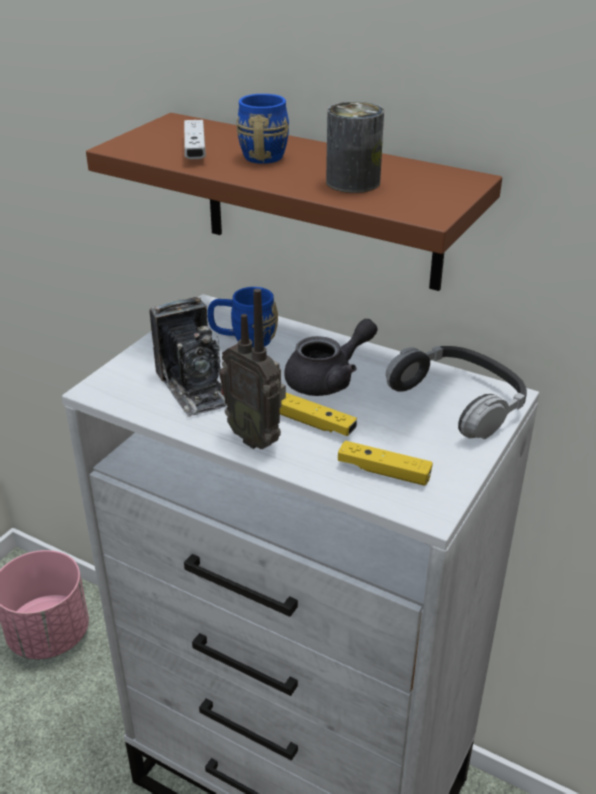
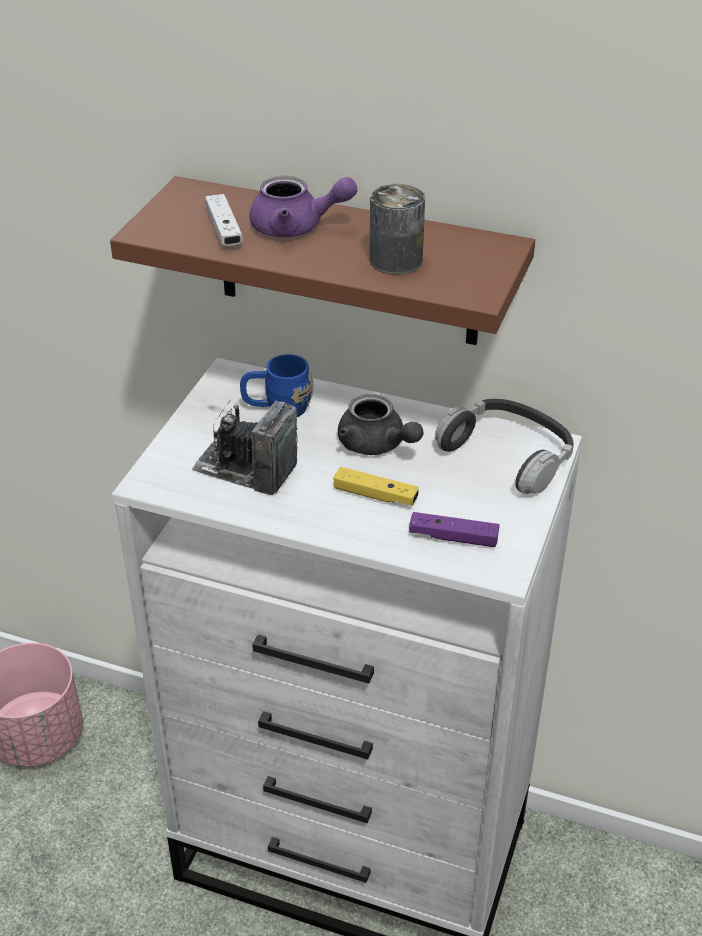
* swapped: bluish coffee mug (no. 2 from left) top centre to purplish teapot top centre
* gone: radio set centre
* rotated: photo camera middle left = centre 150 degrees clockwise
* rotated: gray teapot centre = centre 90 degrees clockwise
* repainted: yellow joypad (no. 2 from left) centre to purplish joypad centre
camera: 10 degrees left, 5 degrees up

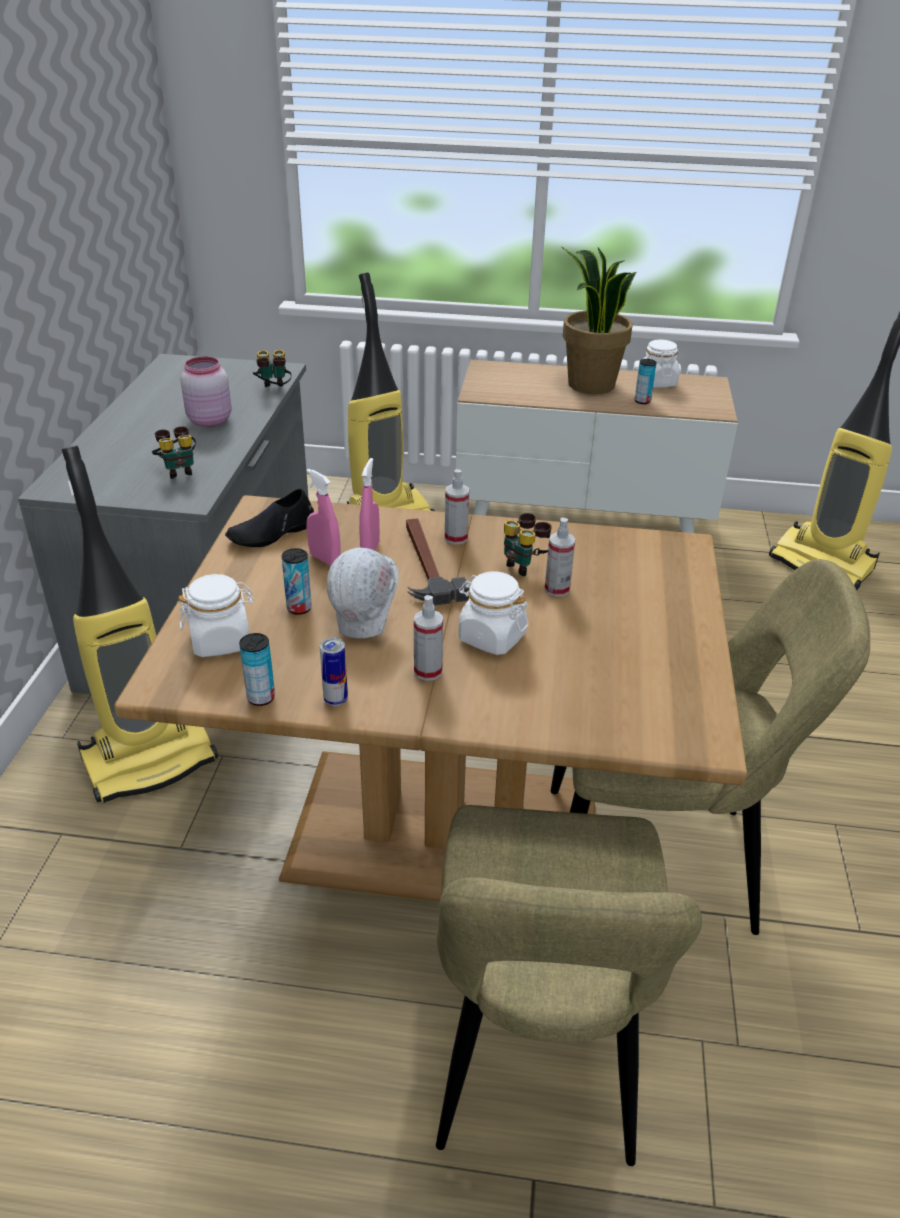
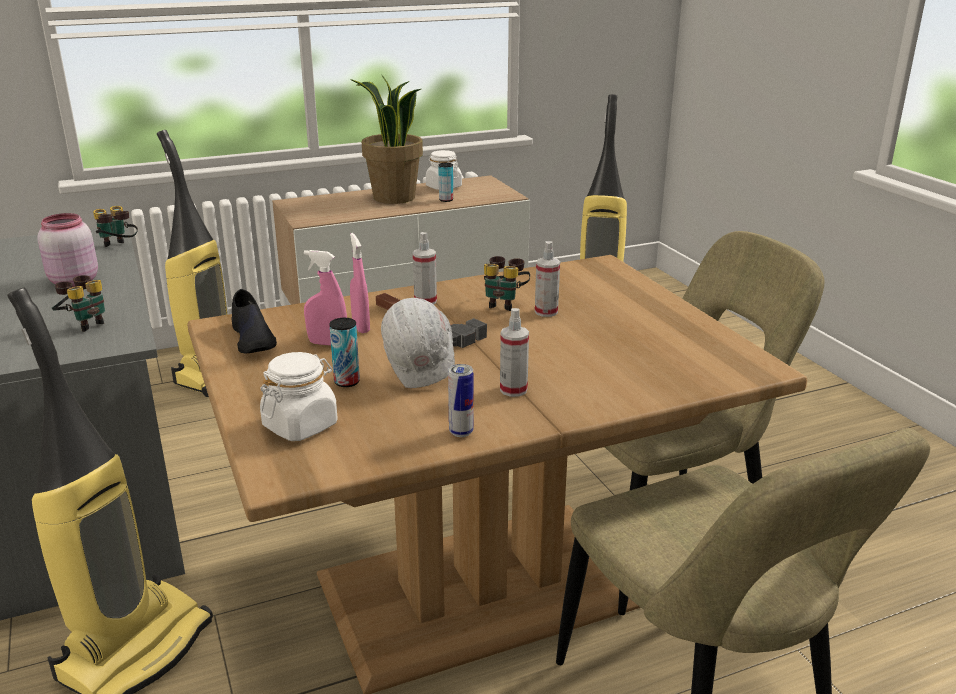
* rotated: black item of footwear middle left = middle left 45 degrees counterclockwise
* gone: whitish storage jar (no. 2 from left) centre
* gone: metal can (no. 1 from left) middle left
camera: 30 degrees left, 10 degrees down

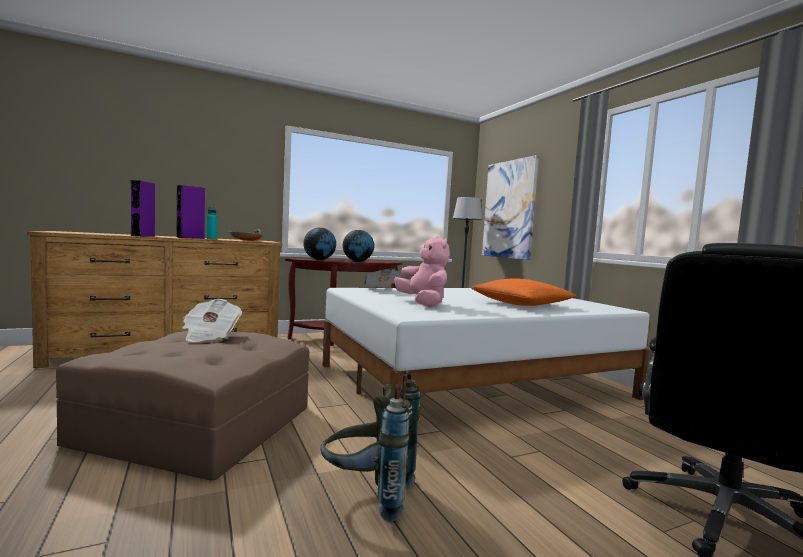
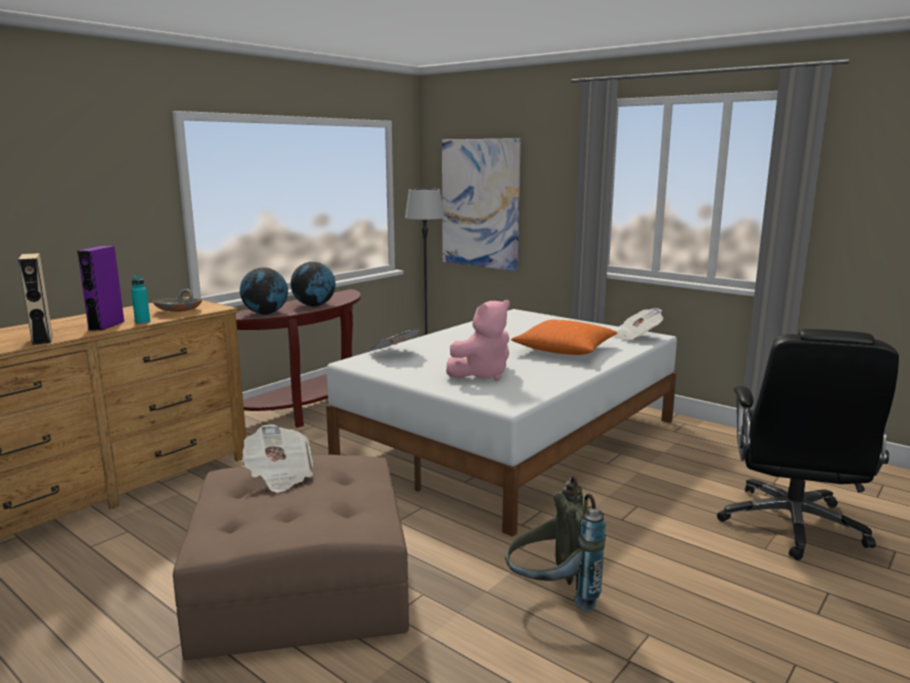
* repainted: purplish audio speaker (no. 1 from left) middle left to beige-coloured audio speaker middle left
* rotated: pink plush toy centre = centre 105 degrees clockwise
* new: daily paper (no. 3 from left) middle right
camera: 25 degrees left, 10 degrees up

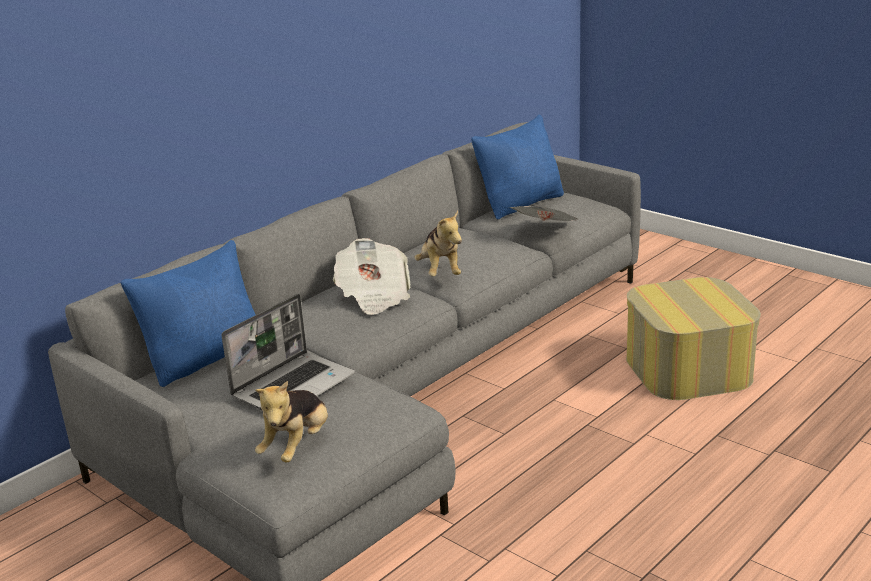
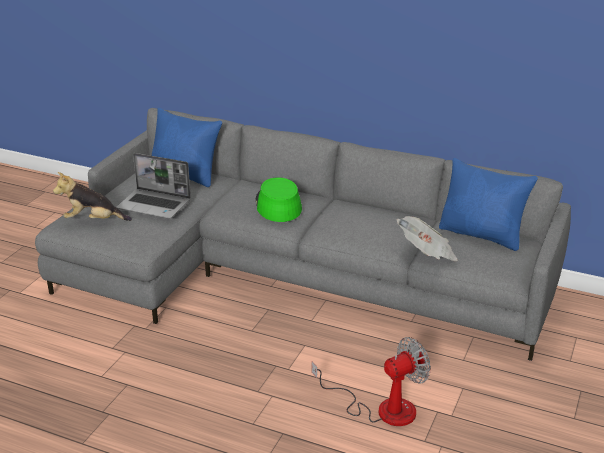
* gone: plush toy (no. 2 from left) centre
* swapped: daily paper (no. 1 from left) centre to green wearable hat centre
* swapped: pouffe middle right to fan bottom centre
camera: 70 degrees right, 5 degrees up

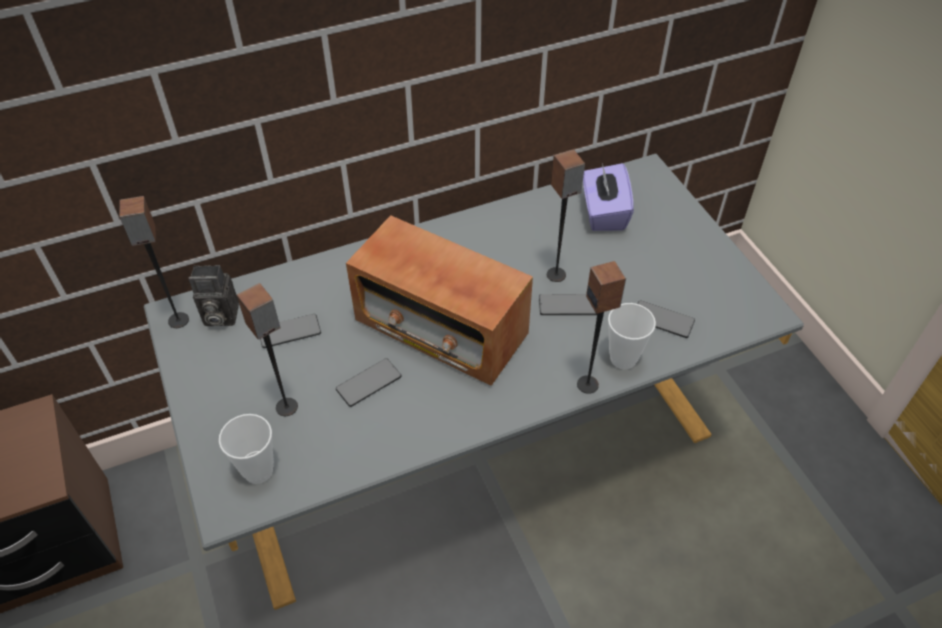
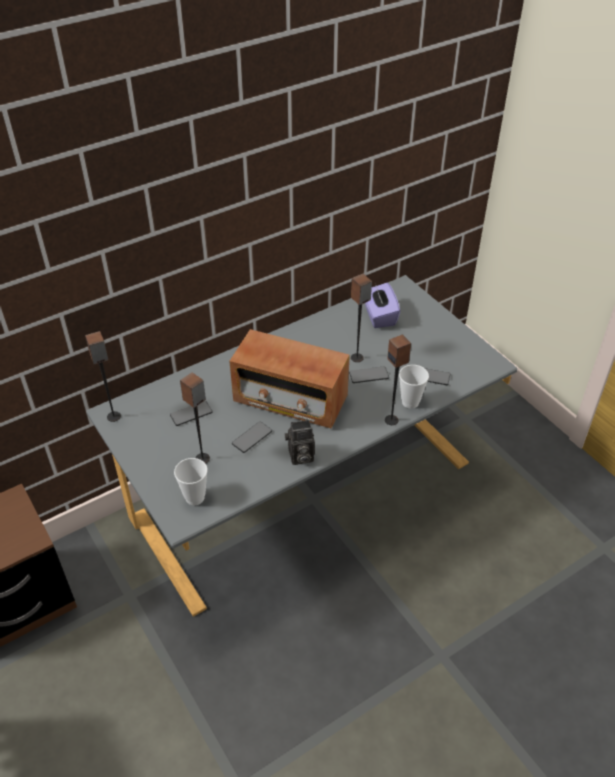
* shifted: photo camera middle left to centre
camera: 10 degrees left, 5 degrees down

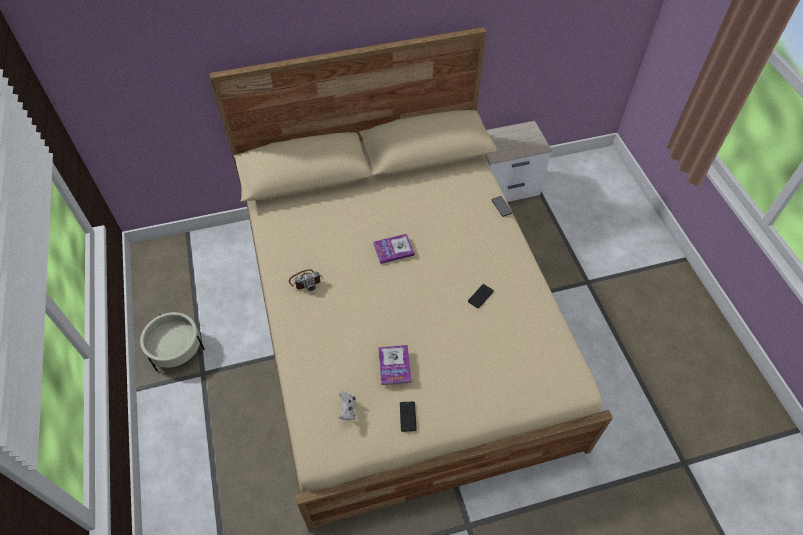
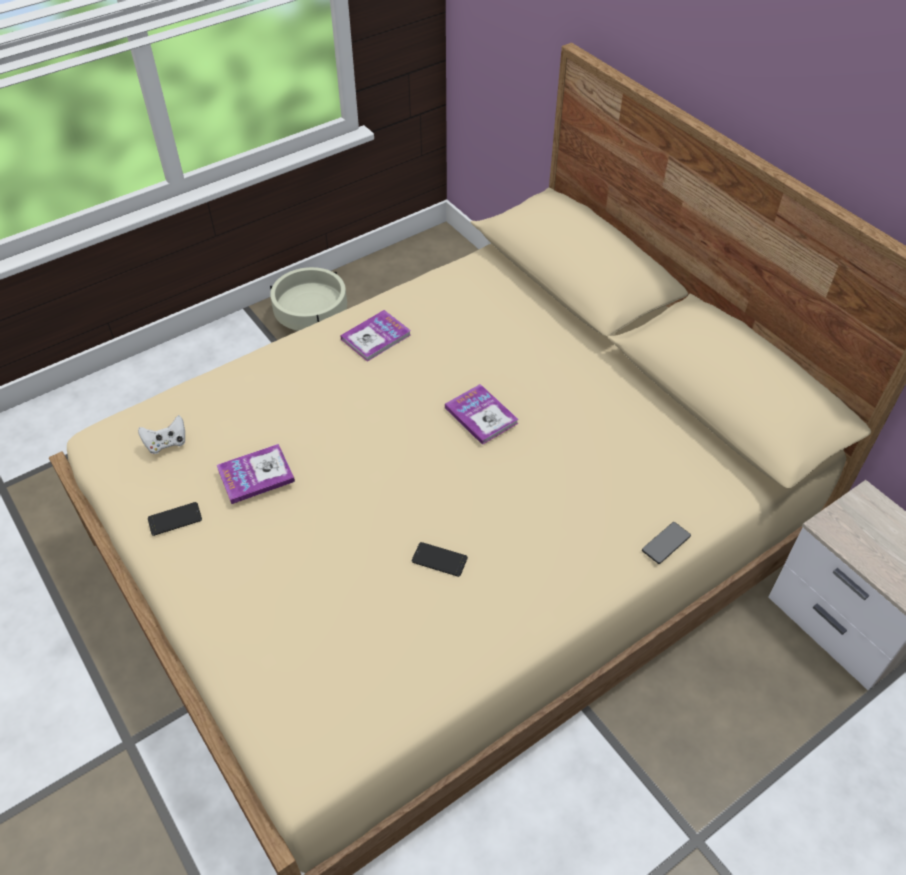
* swapped: photo camera centre to book (no. 2 from left) centre
camera: 70 degrees right, 5 degrees down

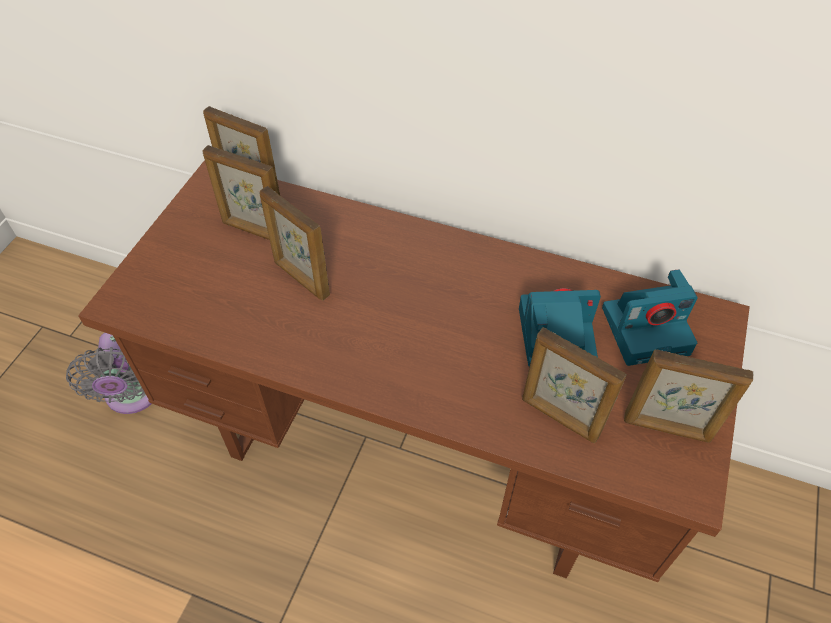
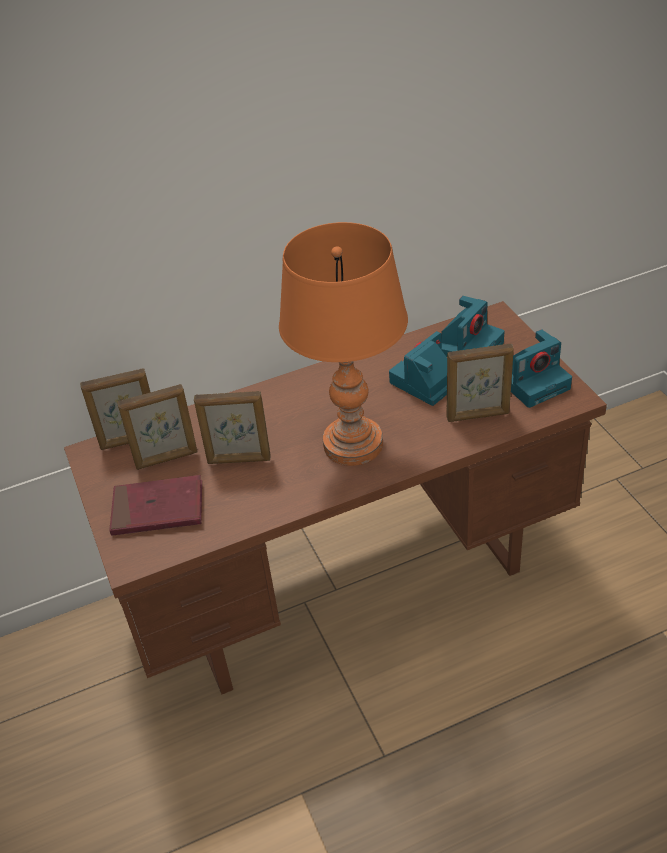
* gone: gray fan middle left
* swapped: standing frame (no. 5 from left) middle right to photo camera (no. 3 from left) middle right
* new: orange table lamp centre
* new: reddish book middle left
camera: 40 degrees left, 10 degrees down

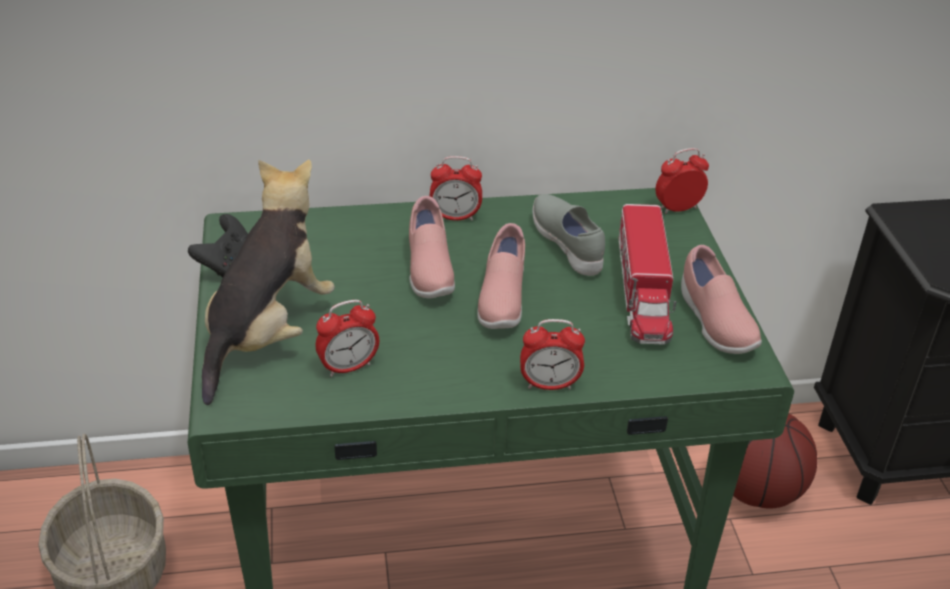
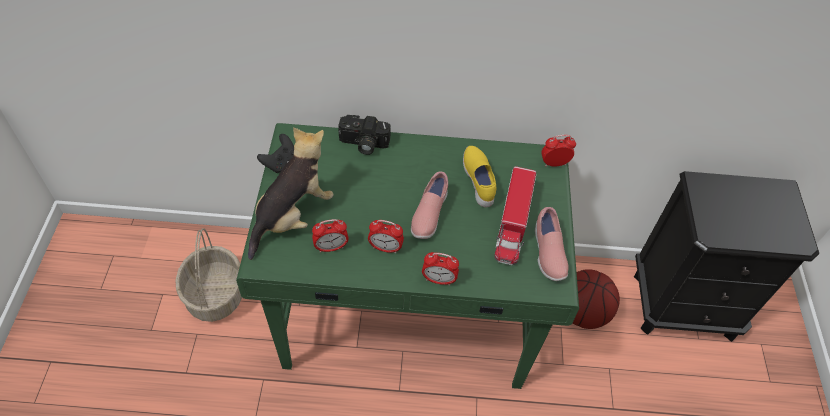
* shifted: table clock (no. 2 from left) top centre to centre
* repainted: gray item of footwear centre to yellow item of footwear centre
* gone: pink item of footwear (no. 1 from left) centre
* new: photo camera top centre
camera: 10 degrees right, 15 degrees up

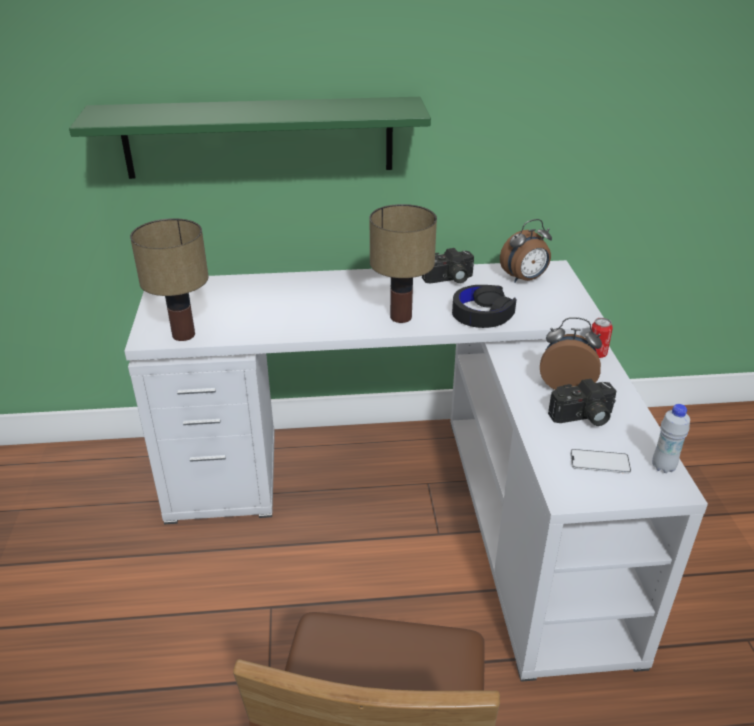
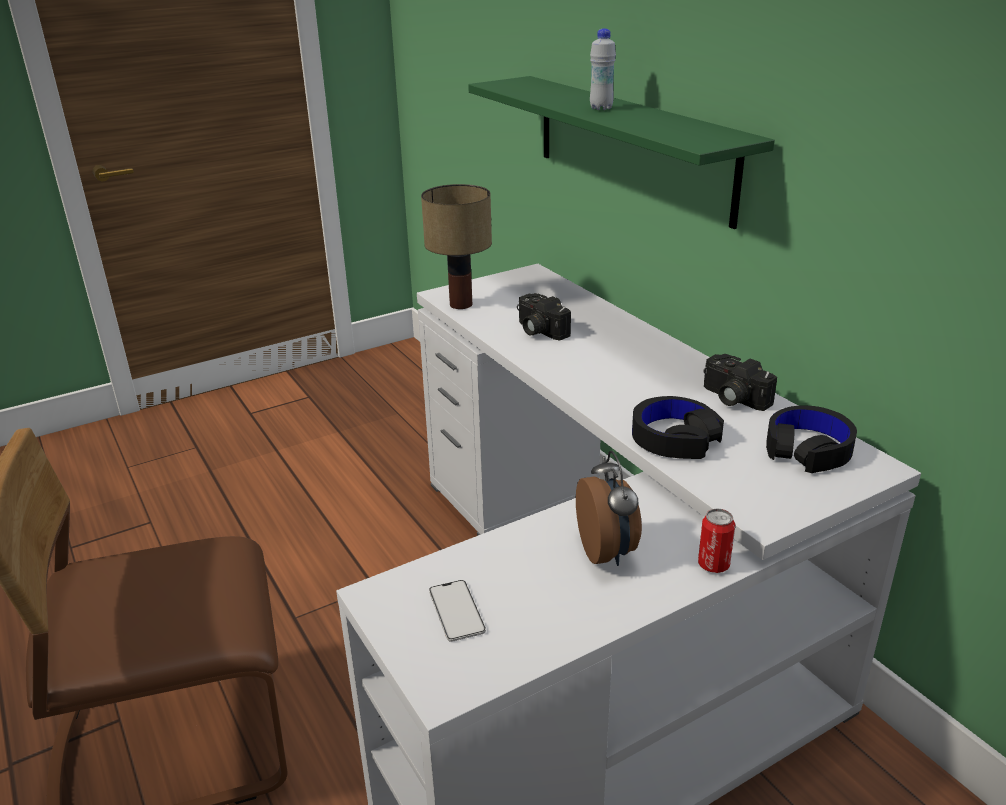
* gone: table lamp (no. 2 from left) centre
* swapped: table clock (no. 1 from left) middle right to black pair of headphones (no. 2 from left) middle right
* shifted: photo camera (no. 2 from left in the first image) middle right to photo camera (no. 1 from left) centre
* shifted: whitish beverage bottle middle right to top centre
camera: 65 degrees right, 5 degrees down

